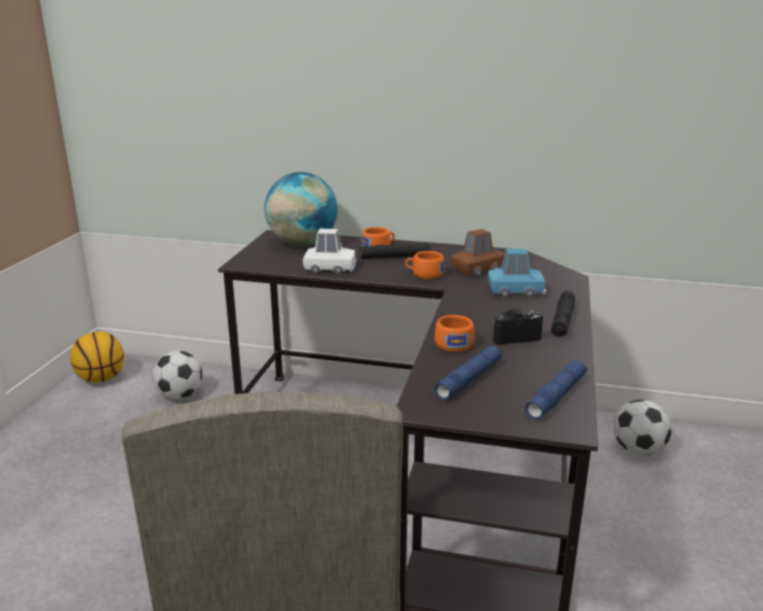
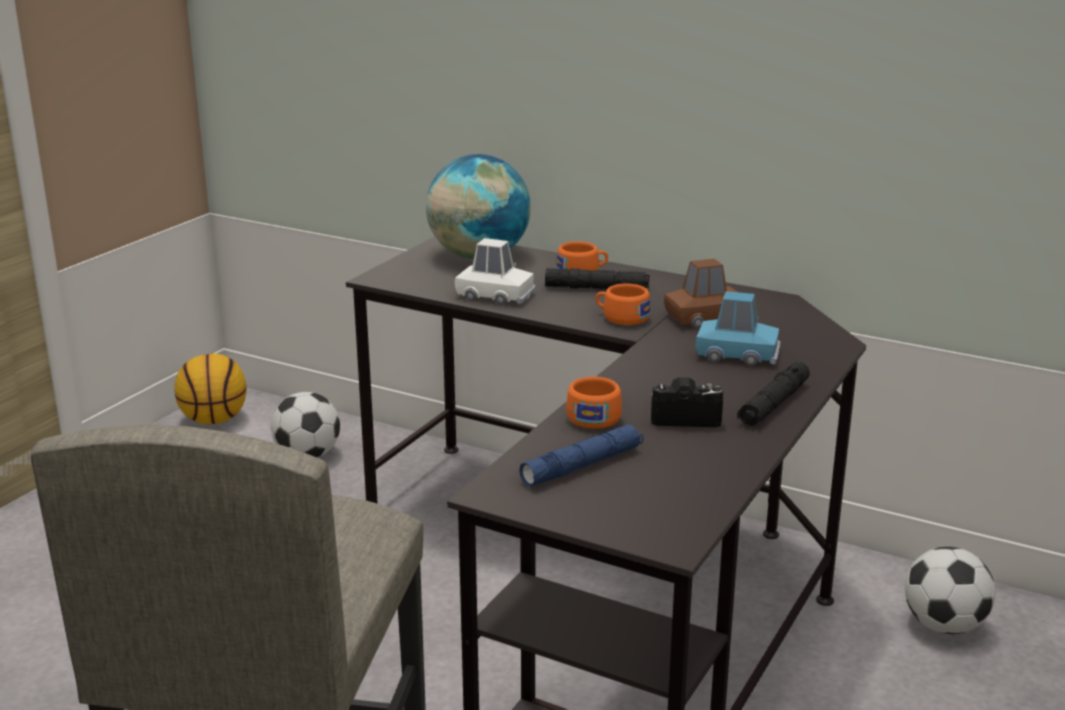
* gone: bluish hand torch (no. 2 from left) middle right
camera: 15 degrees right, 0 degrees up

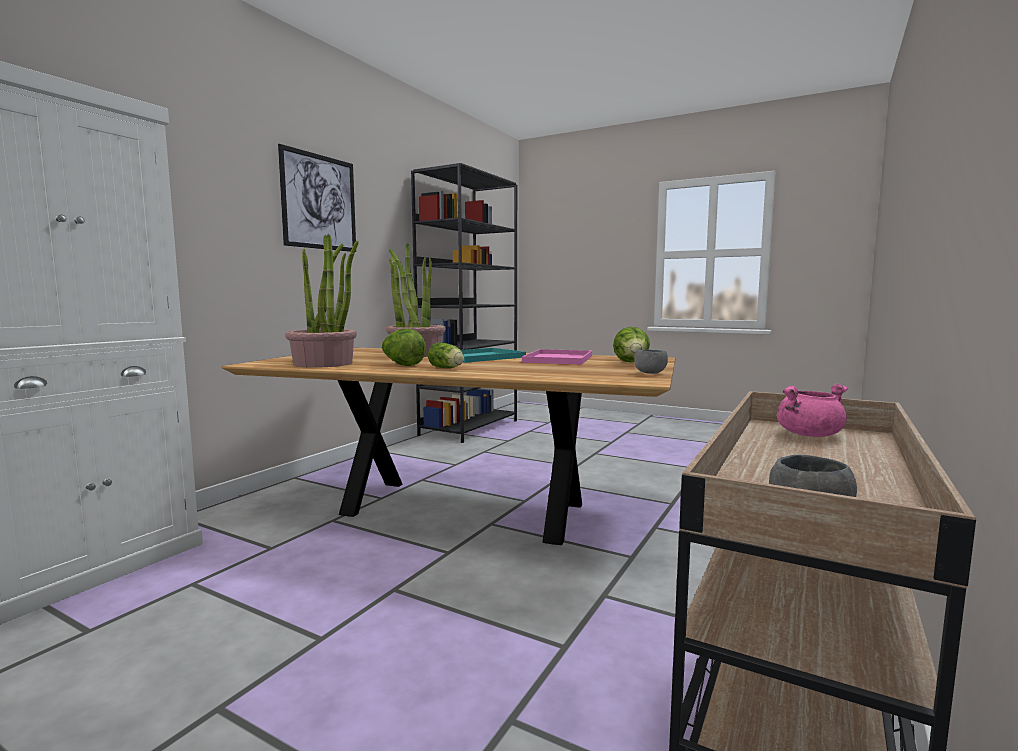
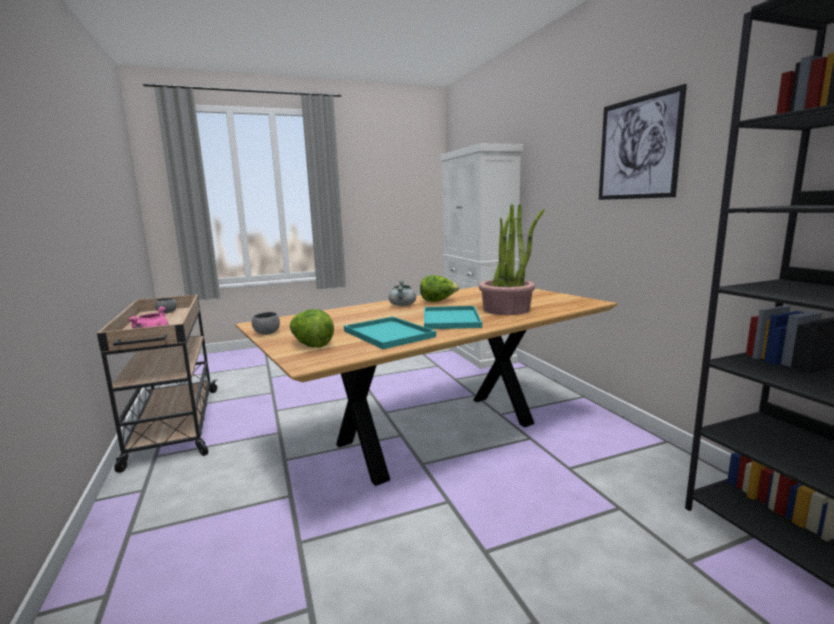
* gone: plant in a pot (no. 1 from left) middle left
* swapped: head of lettuce (no. 2 from left) centre to gray saucepot centre
* repainted: pink serving tray centre to blue-green serving tray (no. 1 from left) centre
camera: 130 degrees right, 5 degrees up

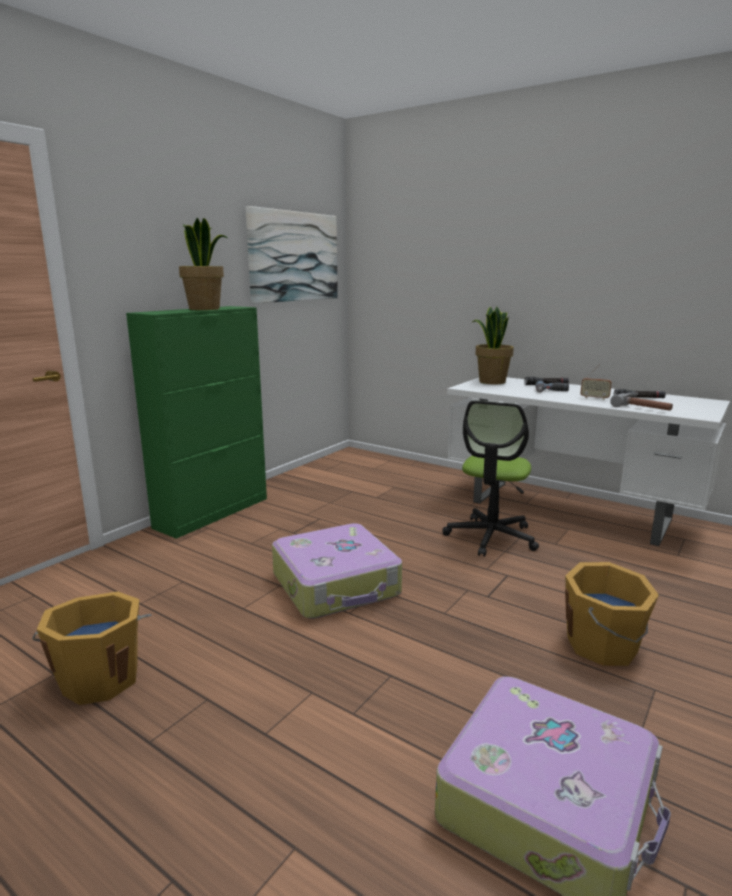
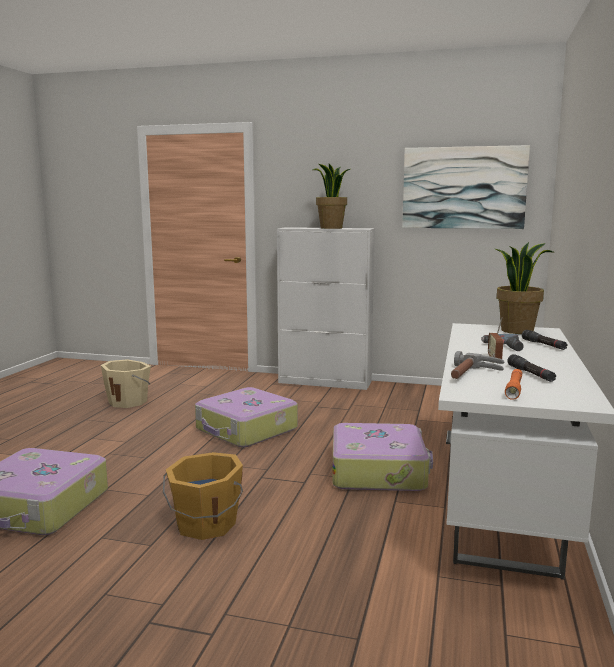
* repainted: green cupboard middle left to whitish cupboard centre
* swapped: desk chair middle right to travel case (no. 3 from left) bottom centre
* repainted: orange pail (no. 1 from left) bottom left to beige-coloured pail middle left
* new: orange hand torch middle right
camera: 70 degrees right, 5 degrees down

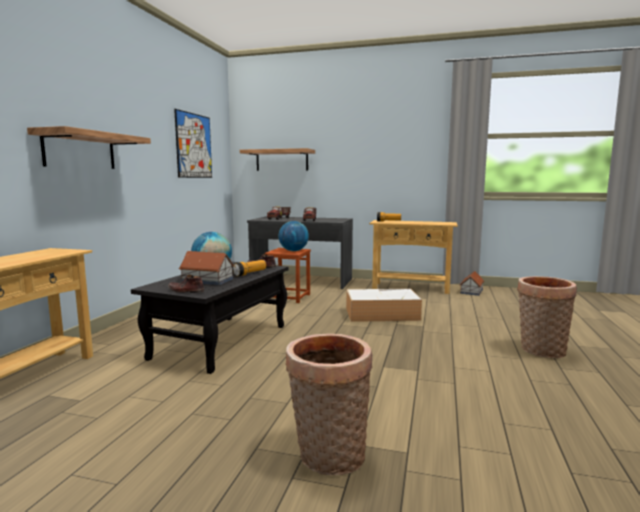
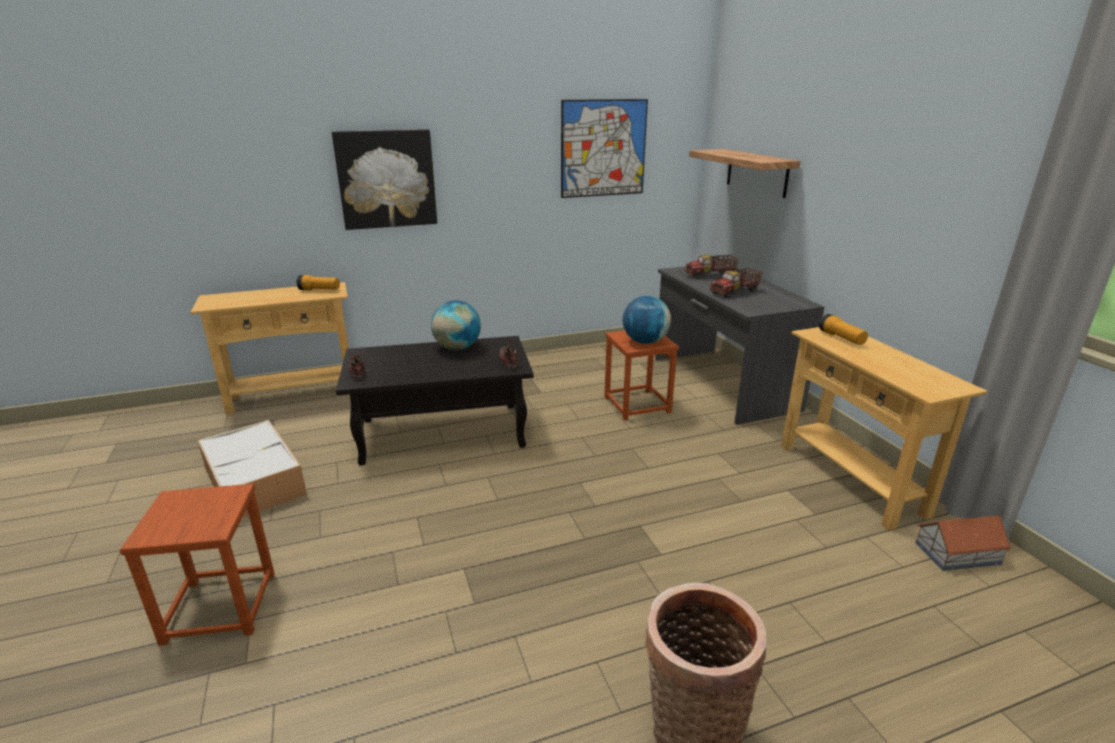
* swapped: shelf (no. 1 from left) top left to wall picture (no. 1 from left) top centre
* gone: model house (no. 1 from left) middle left
* shifted: hand torch (no. 1 from left) centre to middle left
* shifted: storage bin centre to middle left
* swapped: household basket (no. 1 from left) bottom centre to brownish stool seat (no. 1 from left) bottom left
camera: 55 degrees right, 15 degrees up

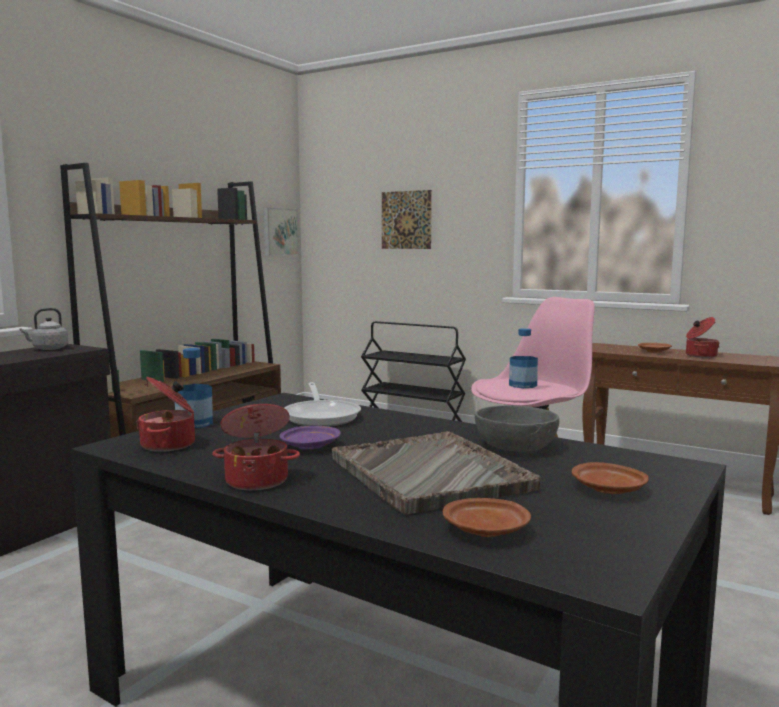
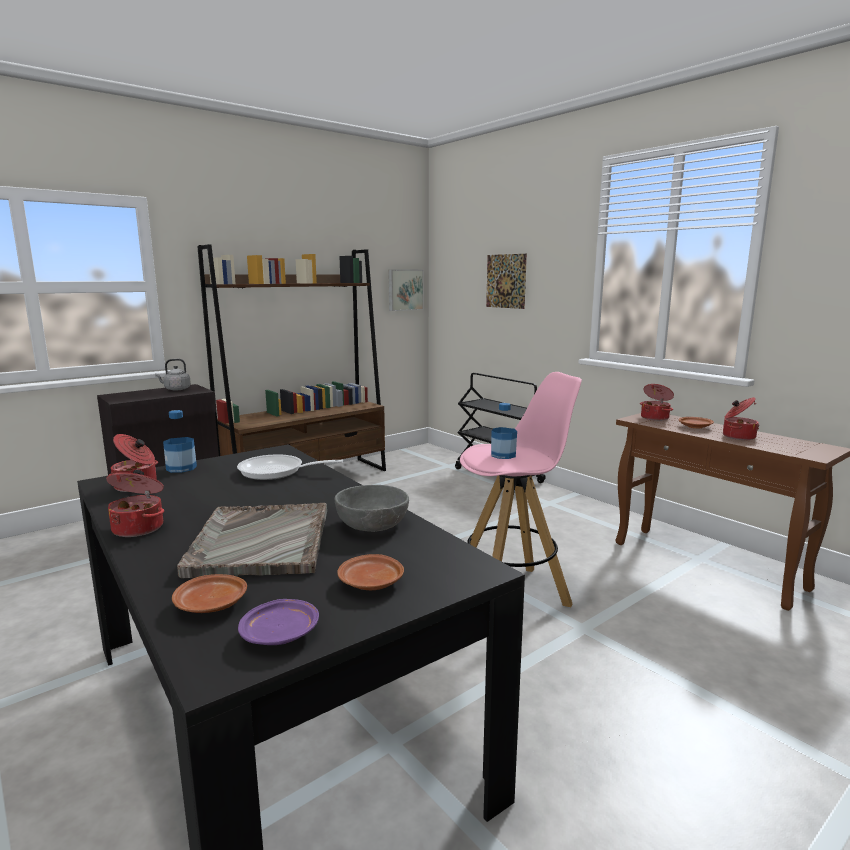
* rotated: pan centre = centre 90 degrees clockwise
* shifted: purplish plate centre to bottom left
* new: saucepot (no. 3 from left) middle right
camera: 20 degrees right, 5 degrees up

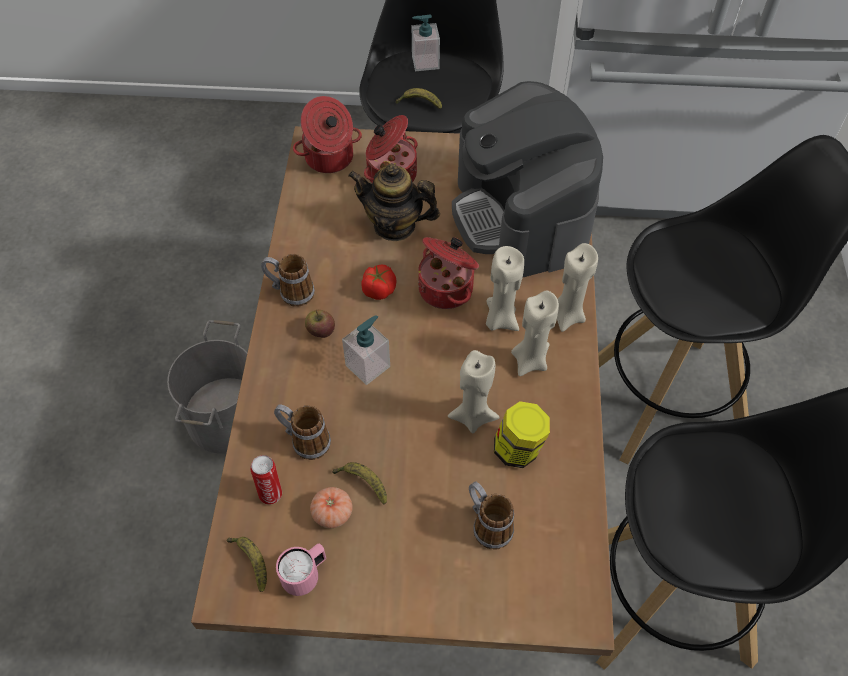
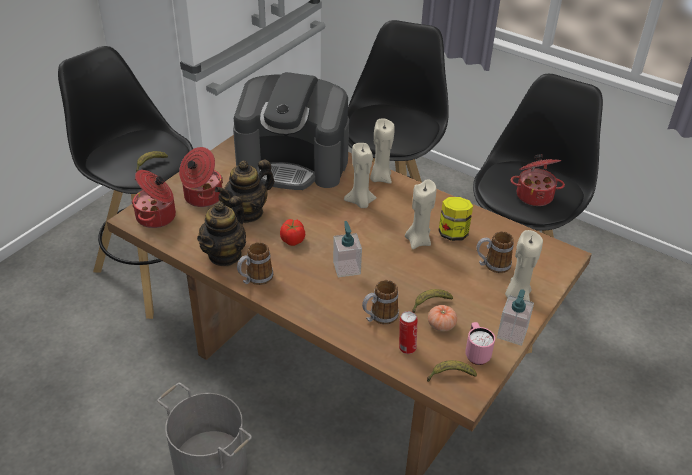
* shifted: liquid soap bottle (no. 2 from left) top centre to bottom right
* shifted: saucepot (no. 3 from left) centre to middle right
* shifted: beige-coloured wax light (no. 3 from left in the first image) centre to beige-coloured wax light (no. 4 from left) middle right
* gone: apple centre
* new: teapot (no. 1 from left) middle left
camera: 60 degrees left, 15 degrees down

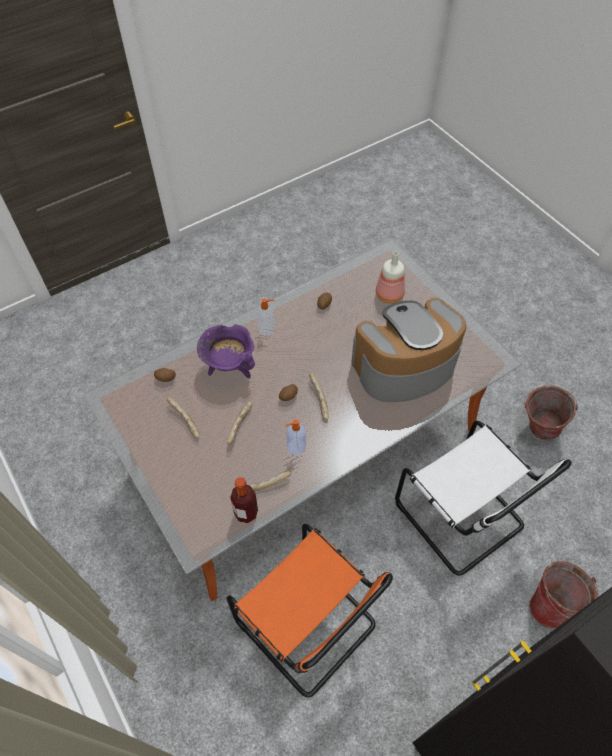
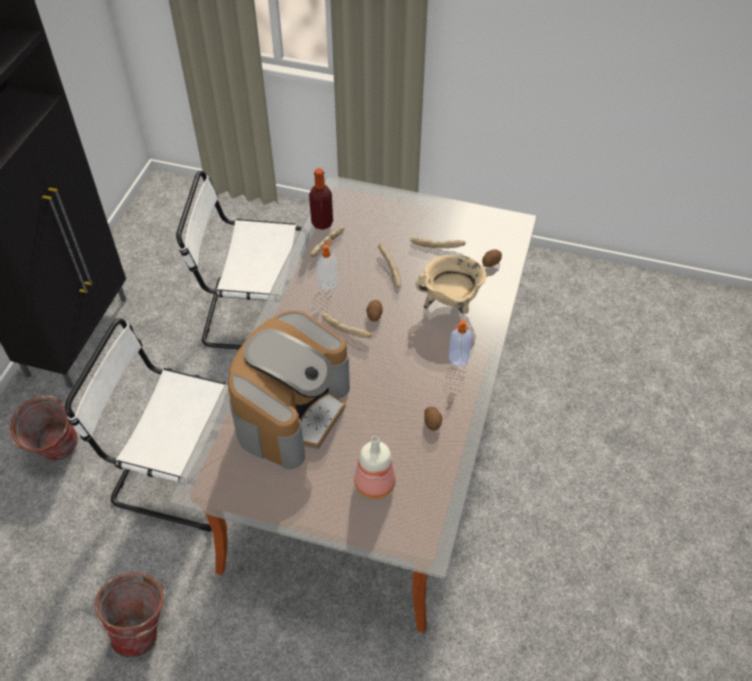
* repainted: purplish saucepot centre to beige-coloured saucepot centre
* repainted: orange plain chair bottom centre to whitish plain chair (no. 2 from left) middle left
camera: 140 degrees right, 5 degrees down

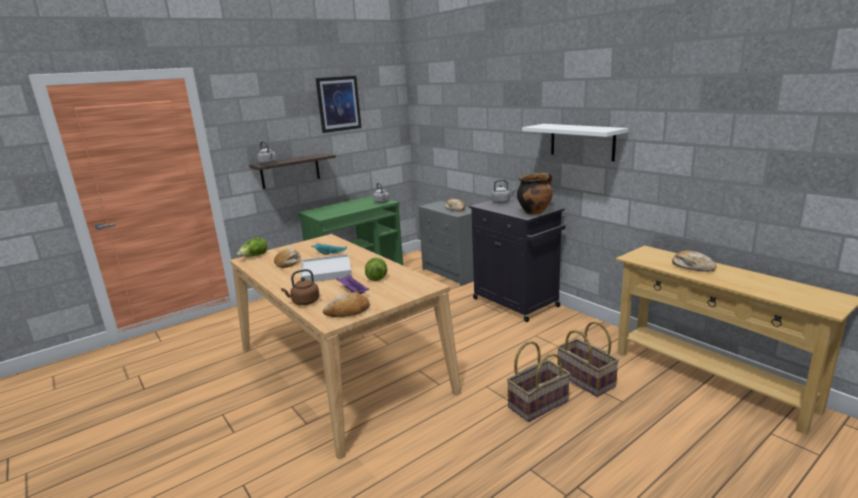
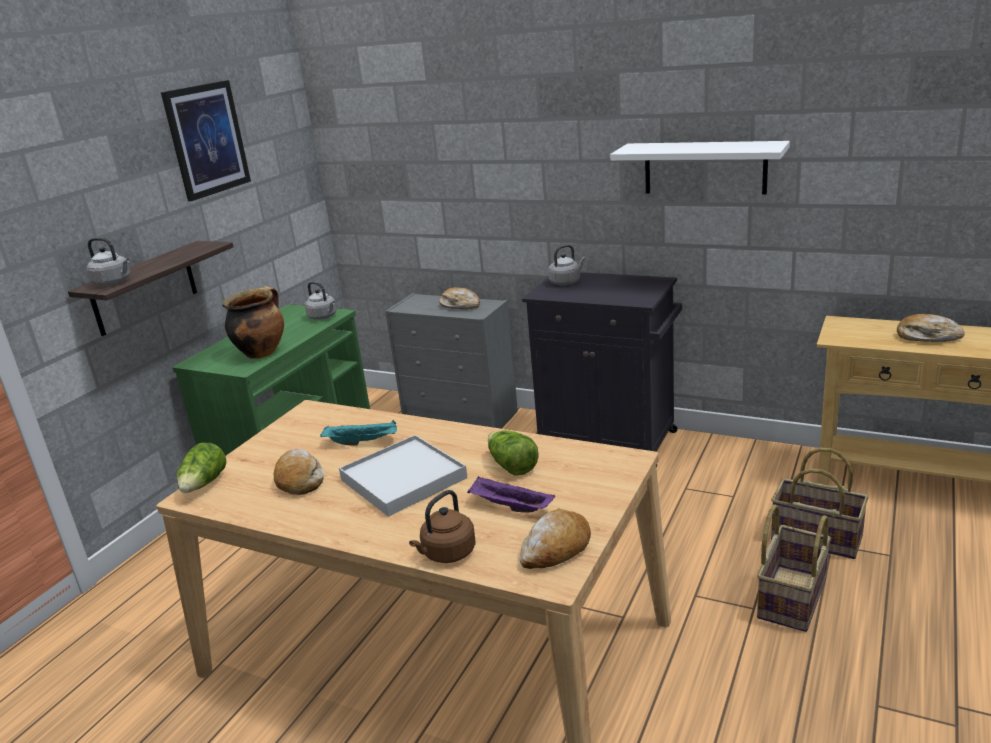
* shifted: saucepot centre to middle left
camera: 25 degrees left, 5 degrees up

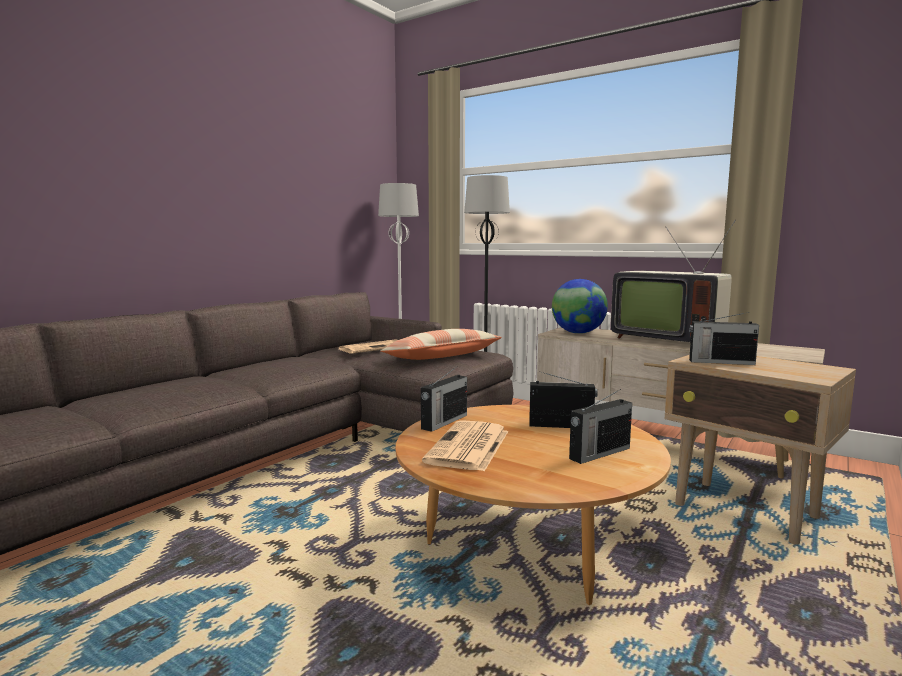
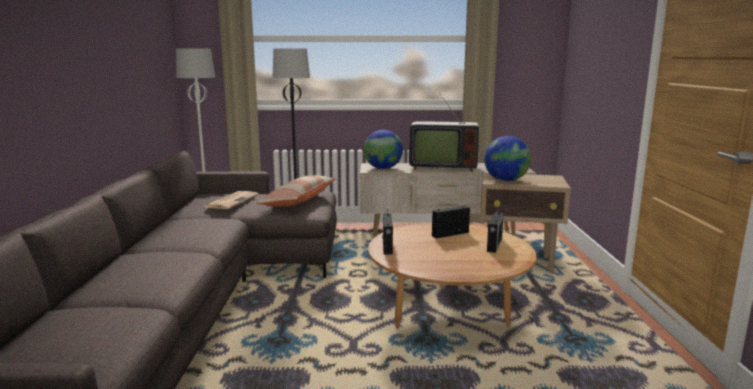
* swapped: radio set (no. 4 from left) middle right to globe (no. 2 from left) middle right
* gone: daily paper (no. 2 from left) centre
camera: 35 degrees left, 5 degrees up

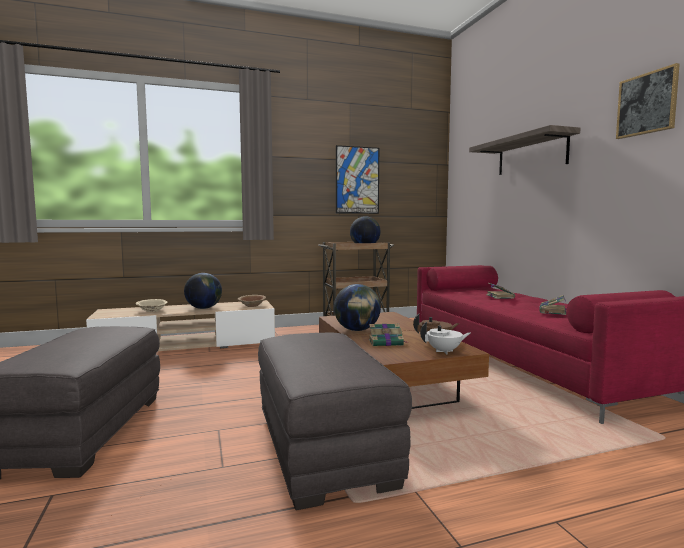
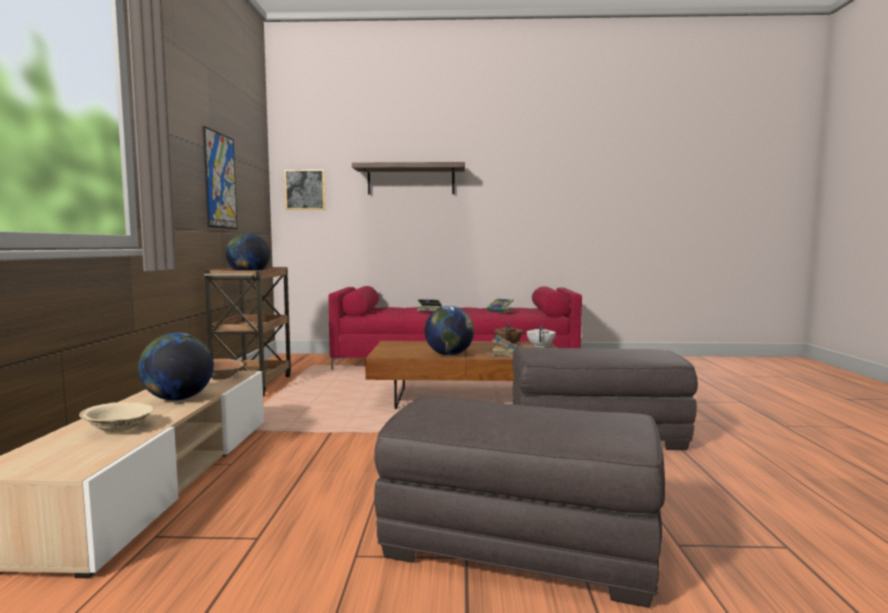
* shifted: wall picture (no. 2 from left) top right to top centre
camera: 70 degrees left, 0 degrees up

